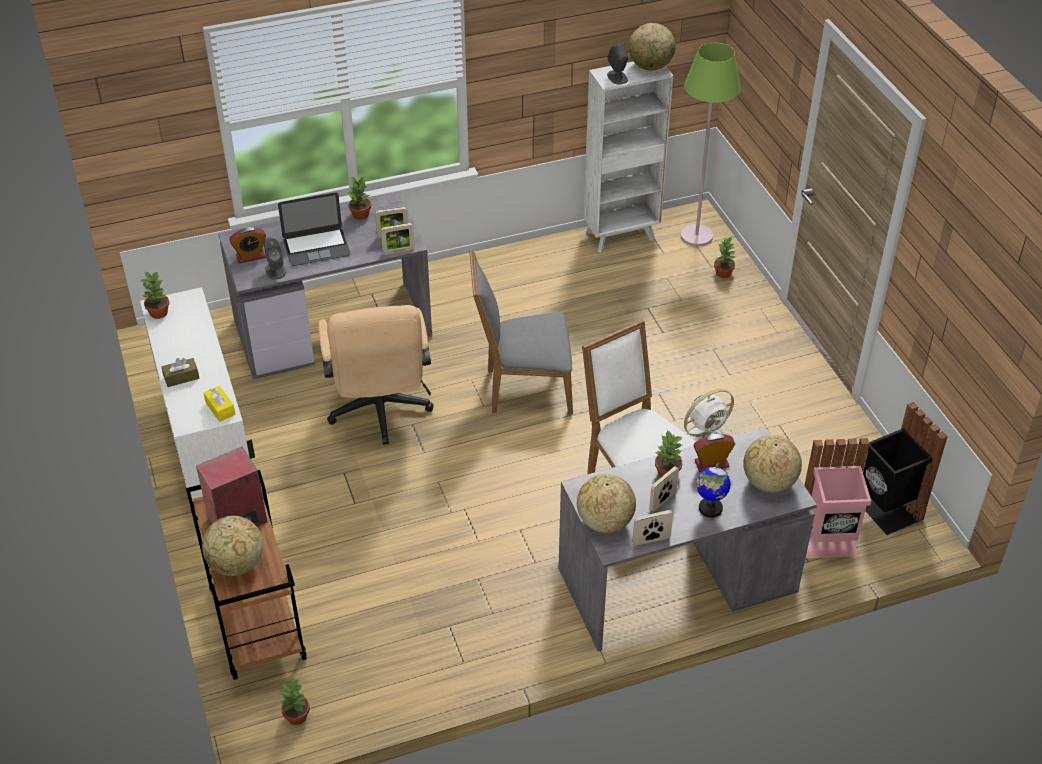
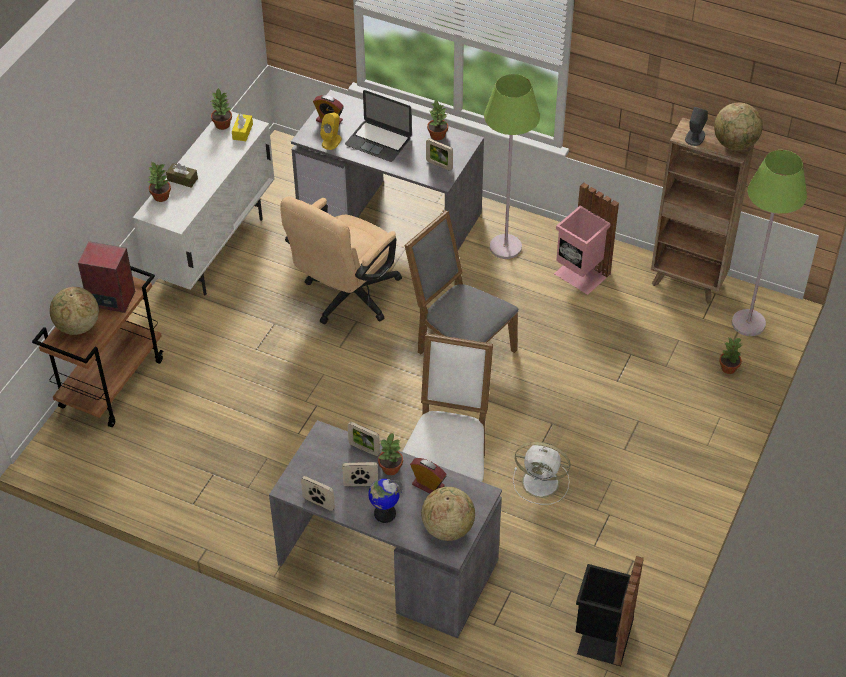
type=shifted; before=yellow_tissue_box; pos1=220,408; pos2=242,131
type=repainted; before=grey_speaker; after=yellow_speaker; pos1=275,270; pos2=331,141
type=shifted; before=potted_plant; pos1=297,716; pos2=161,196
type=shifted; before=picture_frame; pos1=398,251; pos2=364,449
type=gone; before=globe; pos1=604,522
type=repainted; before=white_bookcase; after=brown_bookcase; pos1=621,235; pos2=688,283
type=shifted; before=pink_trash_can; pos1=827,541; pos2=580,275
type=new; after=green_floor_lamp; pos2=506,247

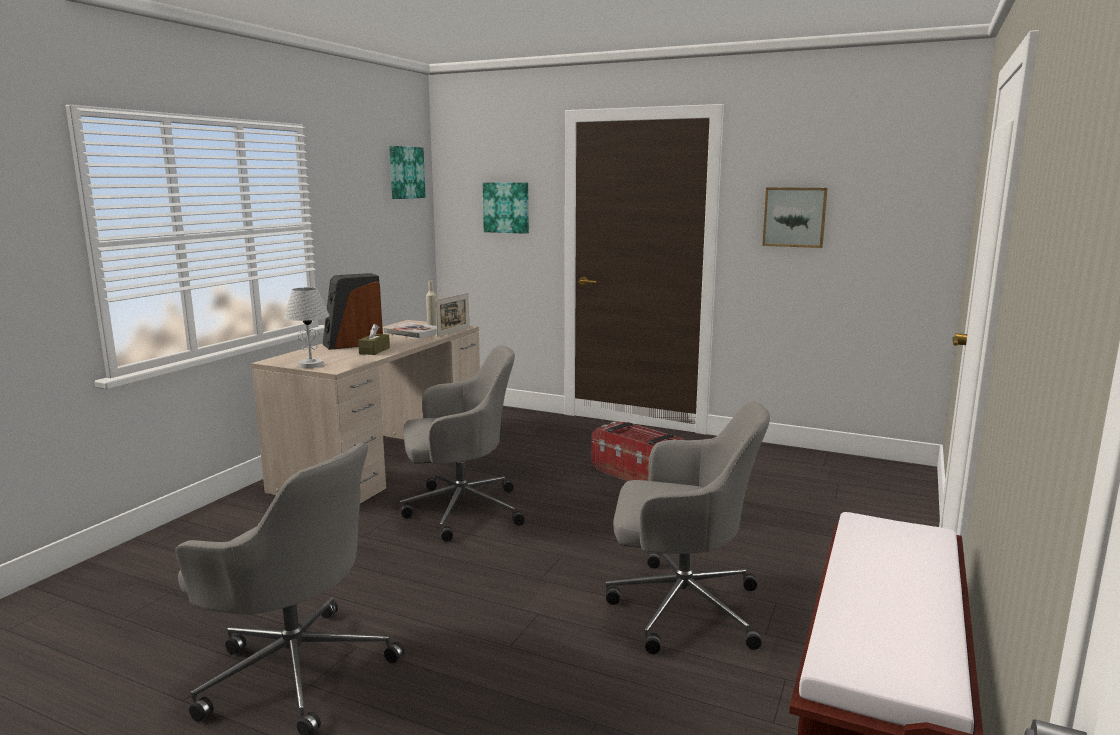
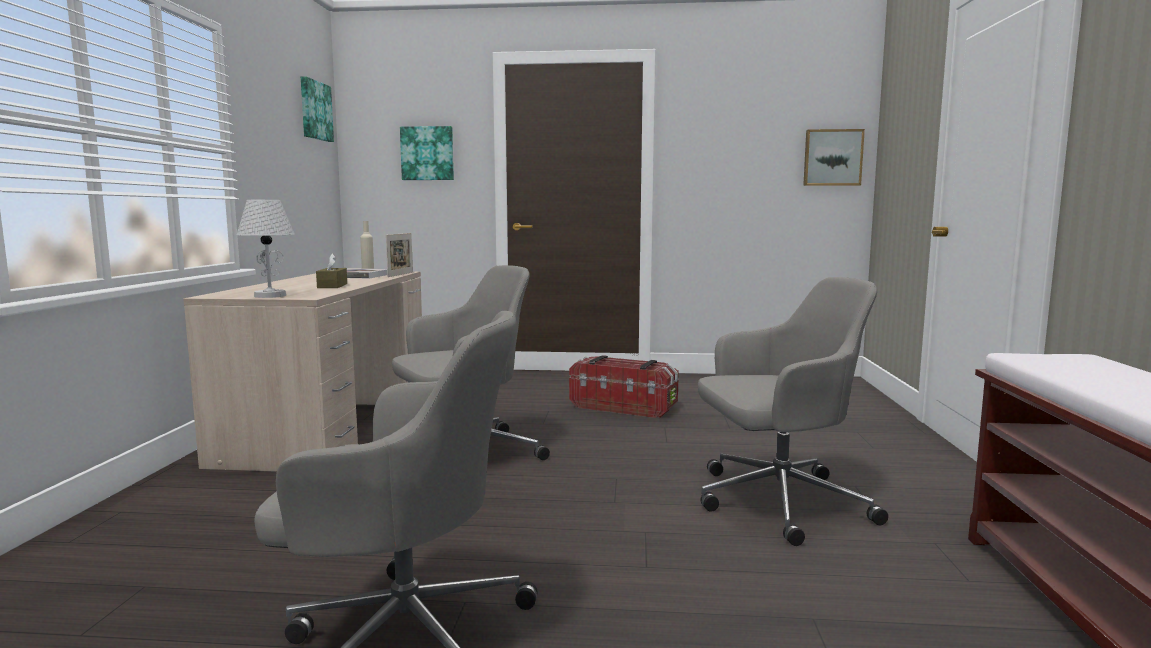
type=gone; before=speaker; pos1=353,344
type=shifted; before=picture; pos1=794,217; pos2=832,158

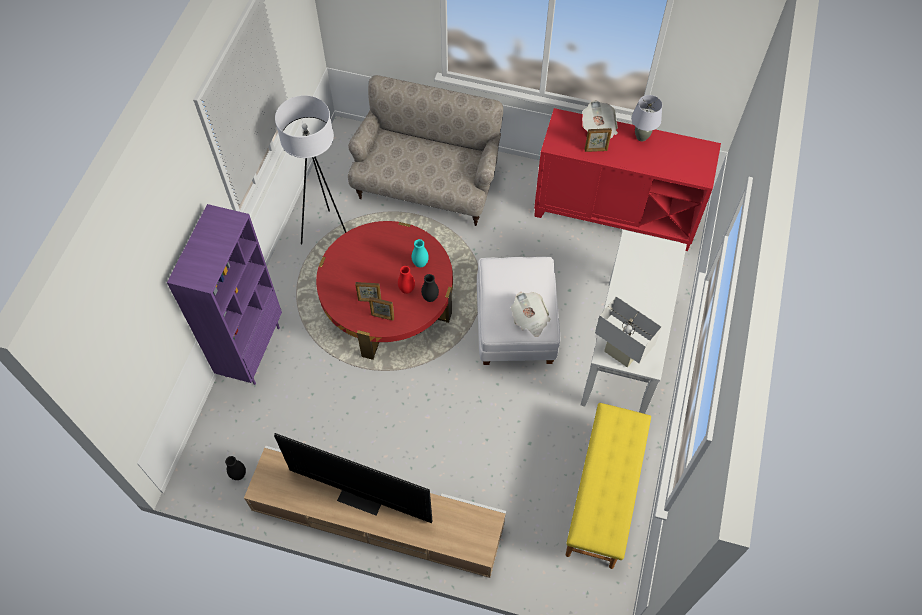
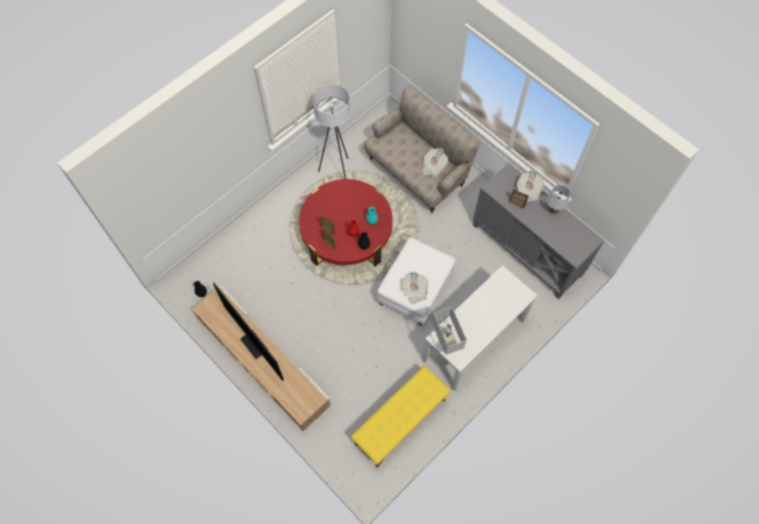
type=gone; before=purple_bookcase; pos1=252,351
type=repainted; before=red_cabinet; after=grey_cabinet; pos1=615,212; pos2=527,249
type=new; after=newspaper; pos2=433,166

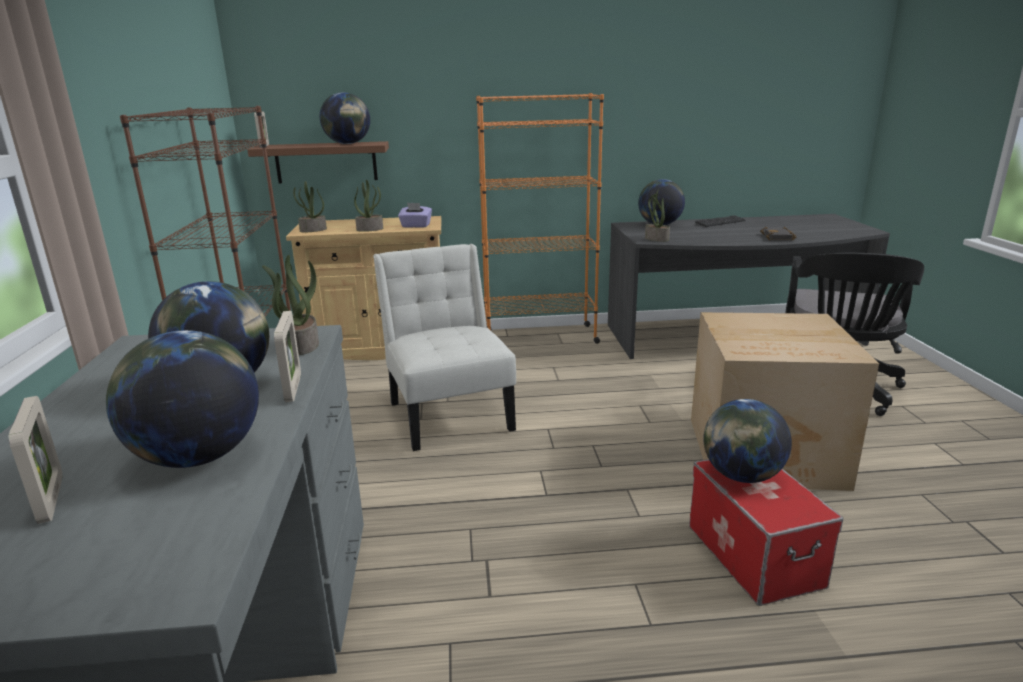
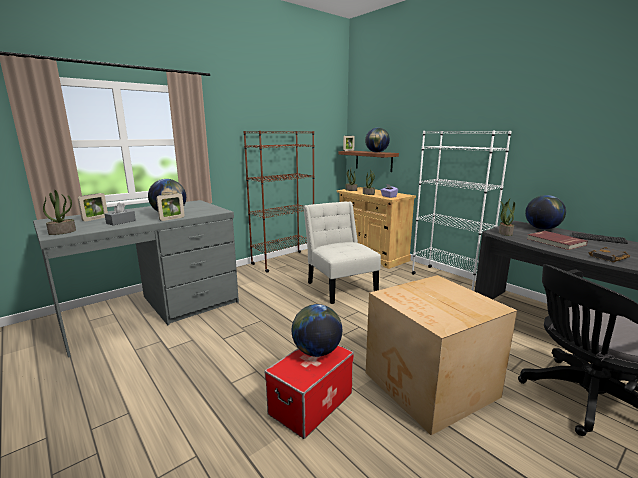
type=swapped; before=globe; after=grey_tissue_box; pos1=198,457; pos2=121,222
type=shifted; before=potted_plant; pos1=301,345; pos2=62,232
type=rotated; before=white_chair; pos1=449,413; pos2=340,286; turn=-60
type=repainted; before=orange_bookcase; after=white_bookcase; pos1=540,337; pos2=448,279
type=new; after=red_book; pos2=555,242

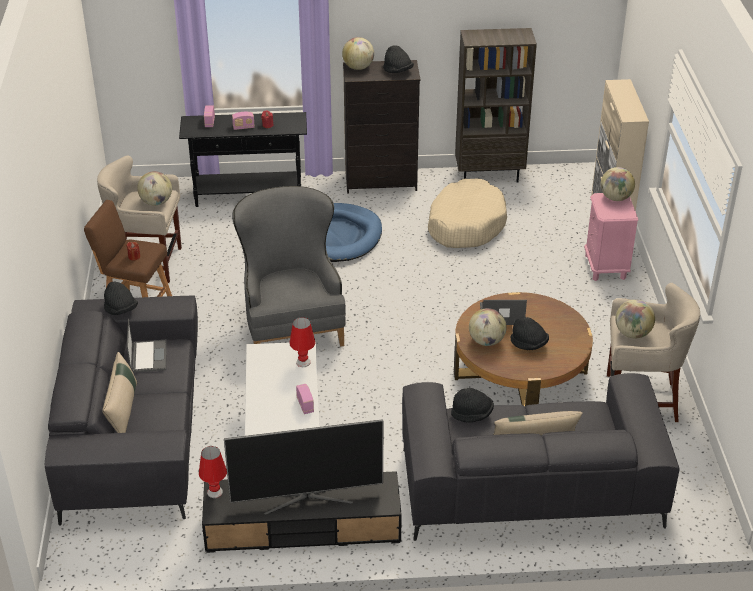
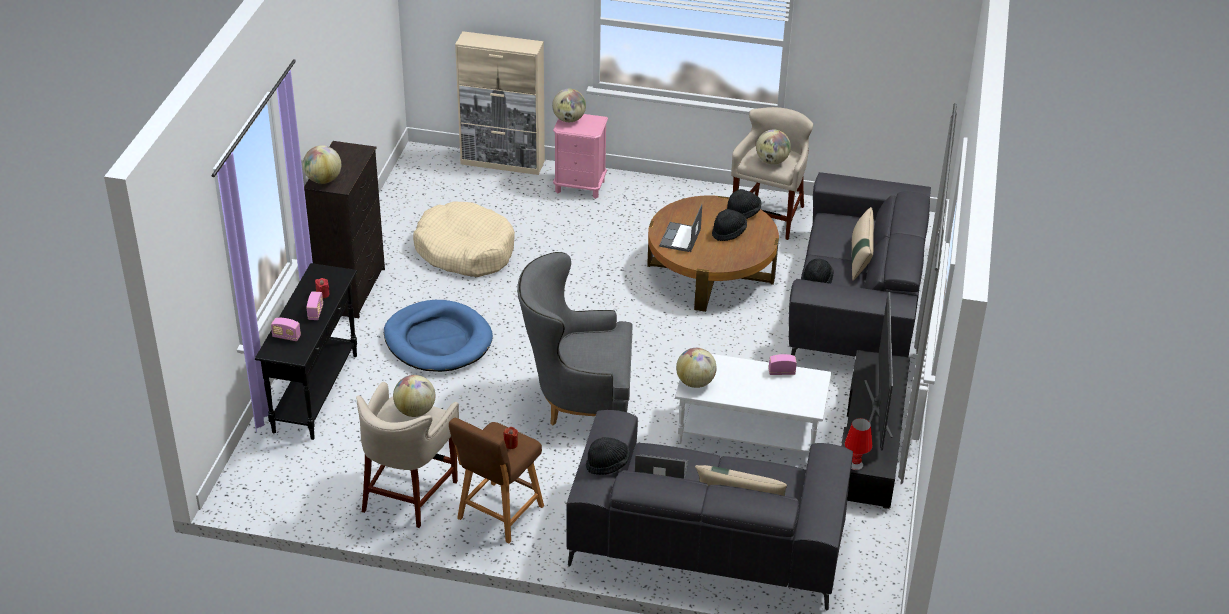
type=gone; before=red_table_lamp; pos1=303,362
type=shifted; before=black_hat; pos1=397,71; pos2=743,213
type=gone; before=brown_bookcase; pos1=489,175
type=shifted; before=globe; pos1=486,341; pos2=695,382

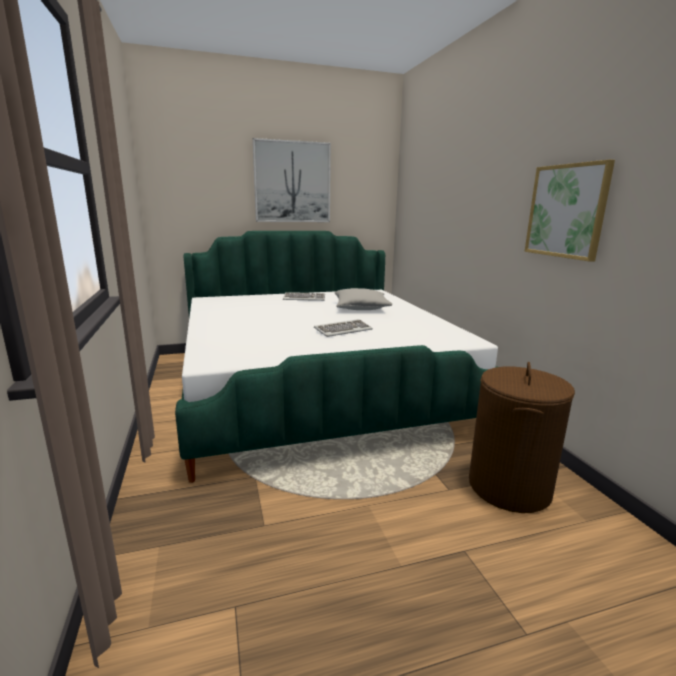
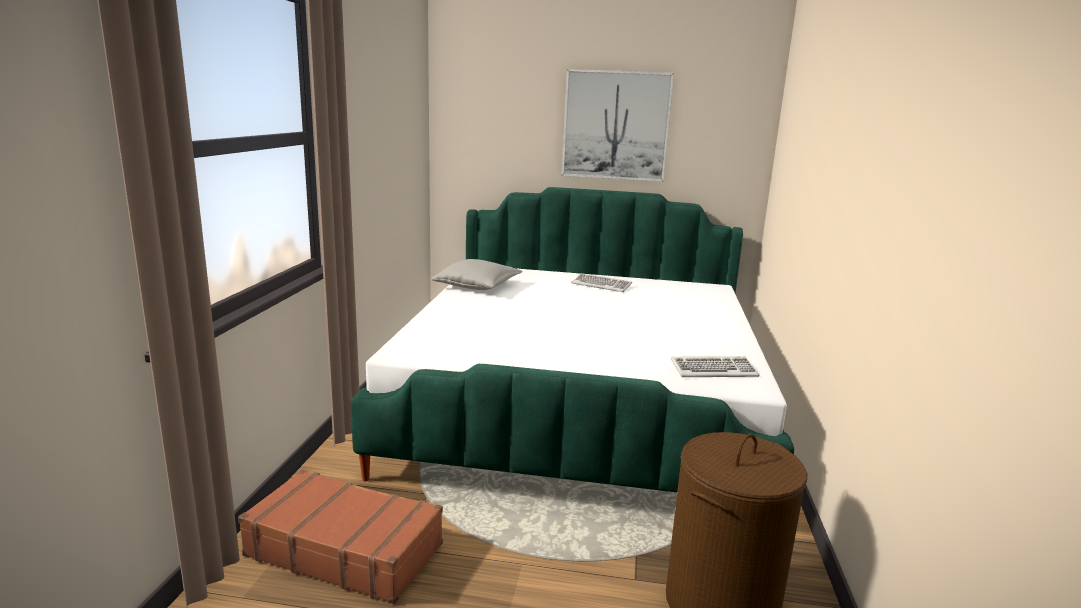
type=shifted; before=keyboard; pos1=343,330; pos2=713,370
type=shifted; before=grey_pillow; pos1=361,308; pos2=477,286
type=gone; before=picture; pos1=566,211
type=new; after=brown_suitcase; pos2=345,549

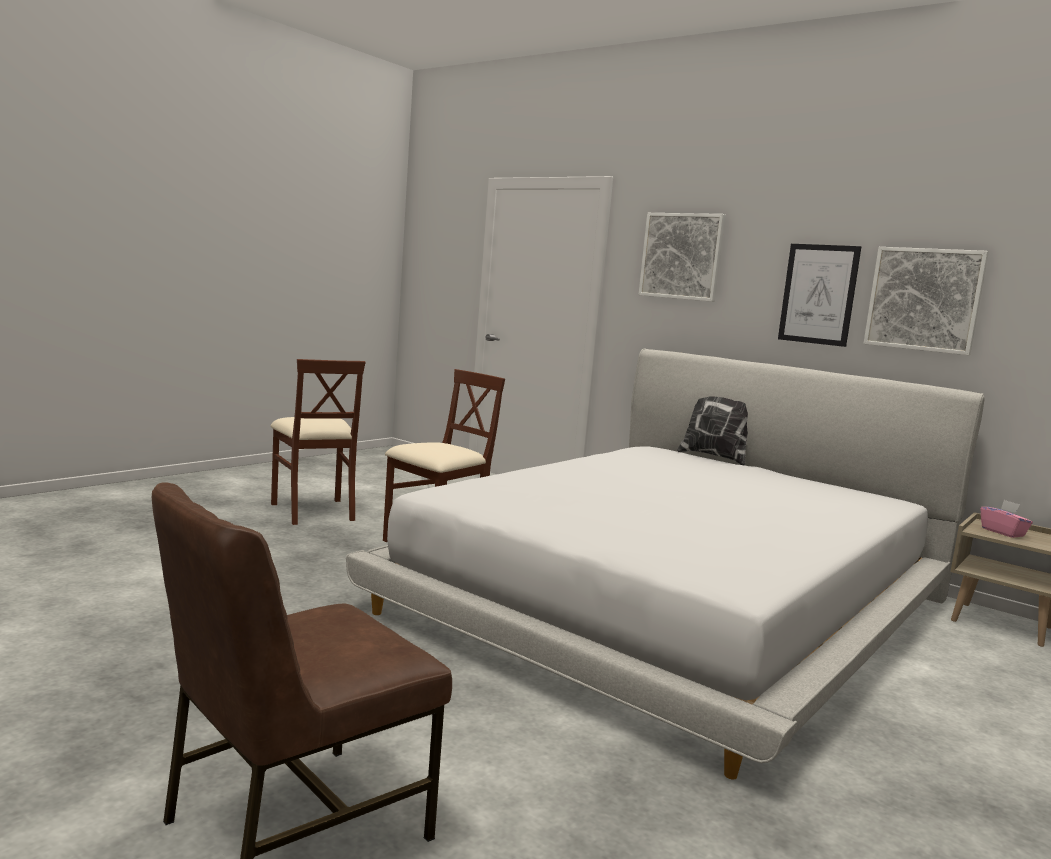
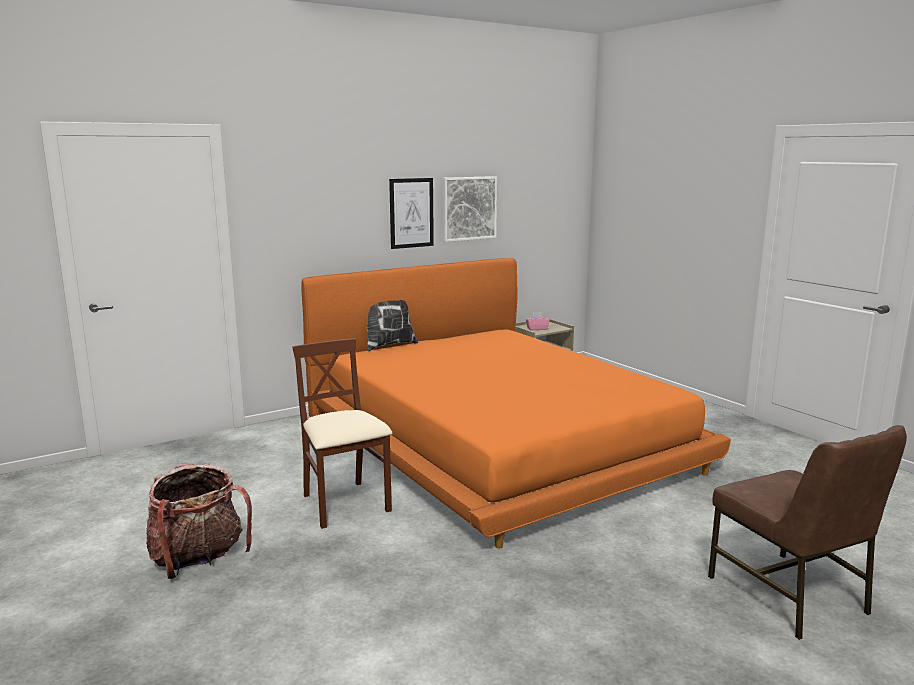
type=swapped; before=brown_chair; after=backpack; pos1=314,511; pos2=198,560
type=repainted; before=white_bed; after=orange_bed; pos1=675,602; pos2=495,441
type=gone; before=picture; pos1=681,256

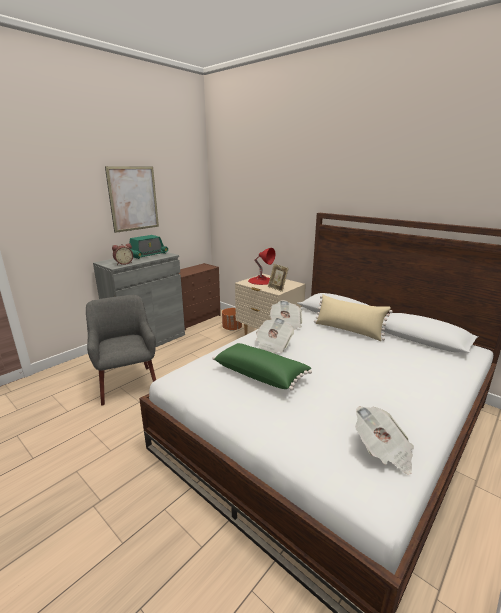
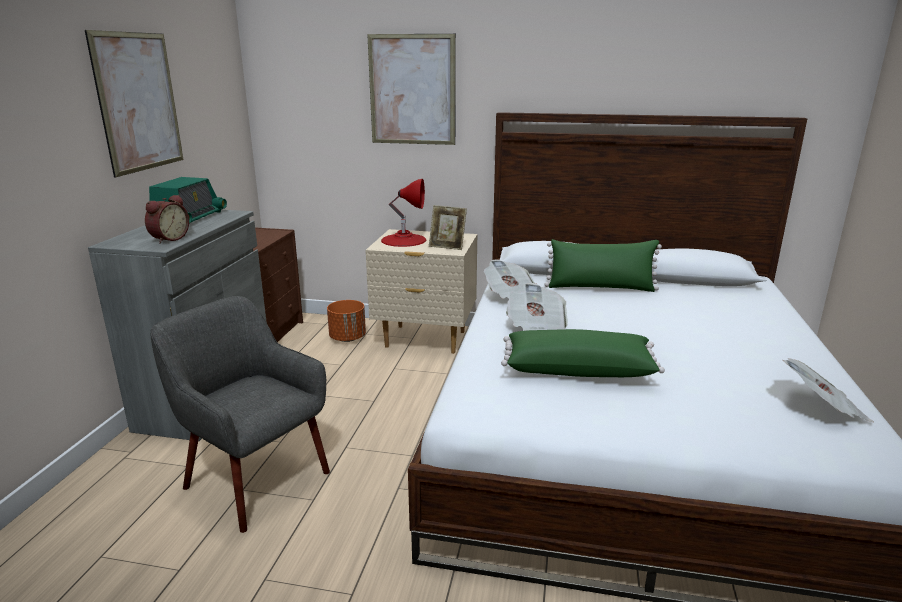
type=repainted; before=beige_pillow; after=green_pillow; pos1=348,330; pos2=600,287
type=new; after=picture; pos2=412,90

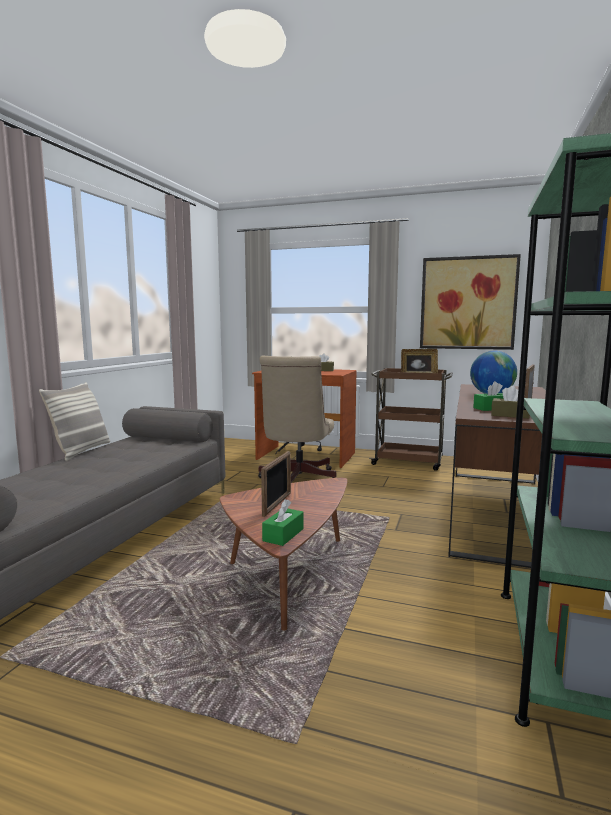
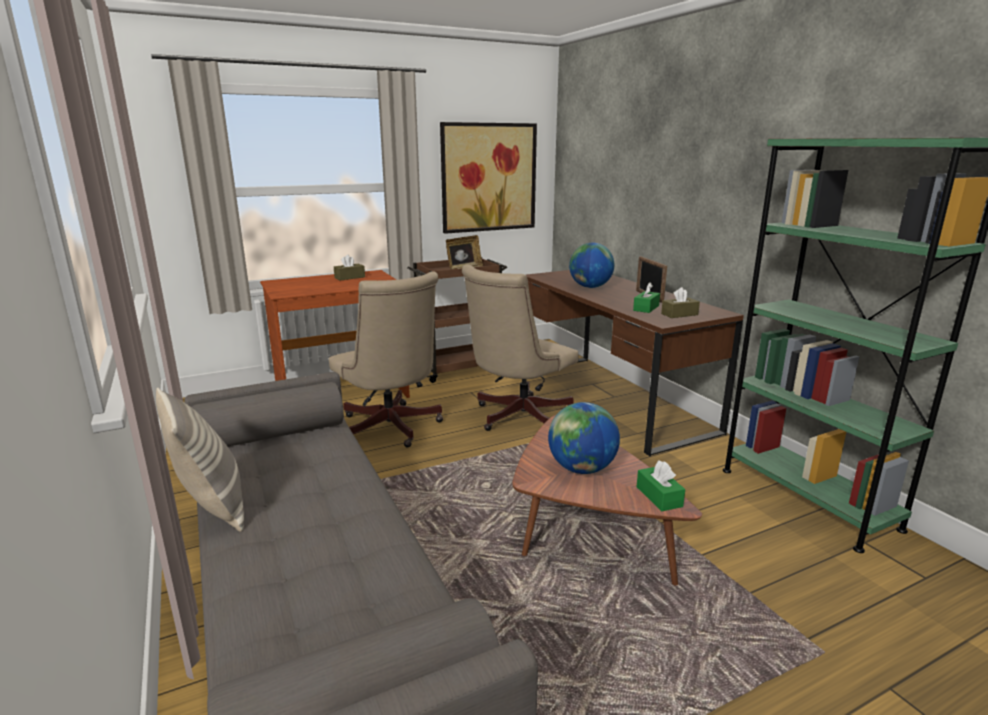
type=swapped; before=picture_frame; after=globe; pos1=277,504; pos2=581,469
type=new; after=beige_office_chair; pos2=517,417

